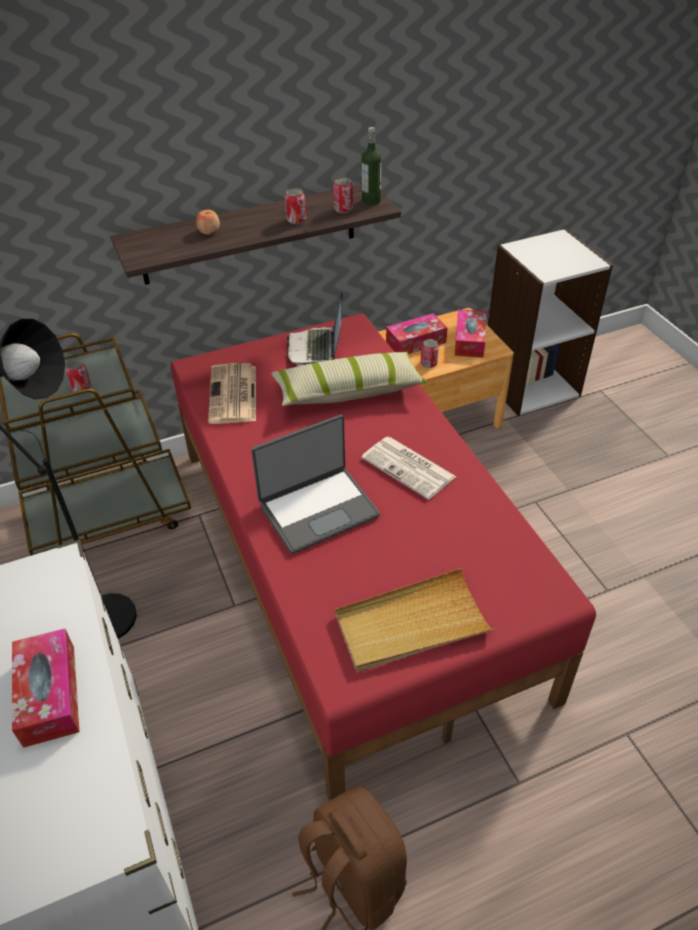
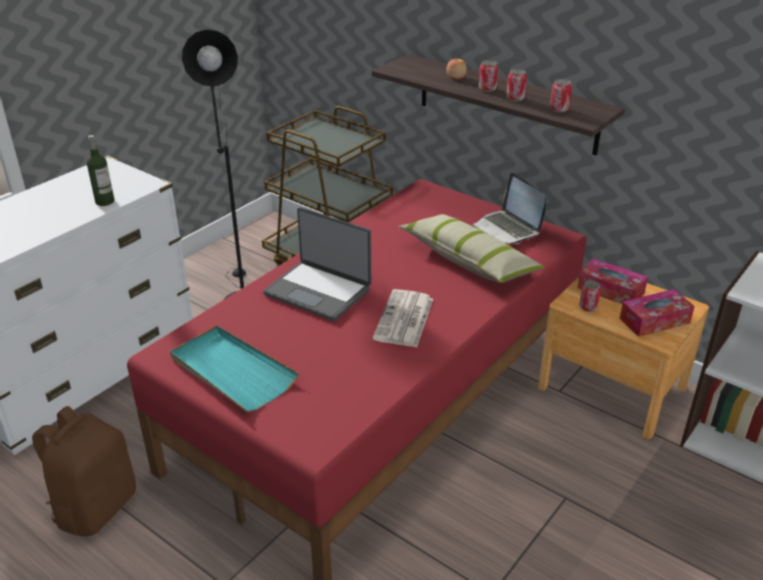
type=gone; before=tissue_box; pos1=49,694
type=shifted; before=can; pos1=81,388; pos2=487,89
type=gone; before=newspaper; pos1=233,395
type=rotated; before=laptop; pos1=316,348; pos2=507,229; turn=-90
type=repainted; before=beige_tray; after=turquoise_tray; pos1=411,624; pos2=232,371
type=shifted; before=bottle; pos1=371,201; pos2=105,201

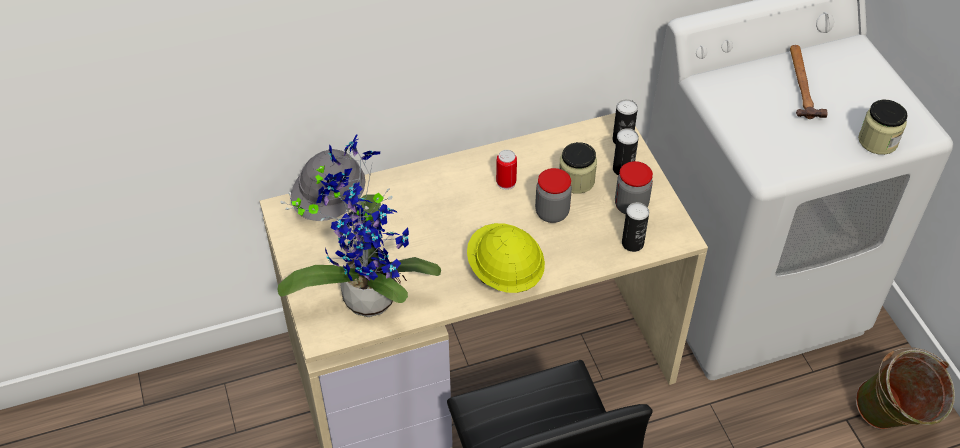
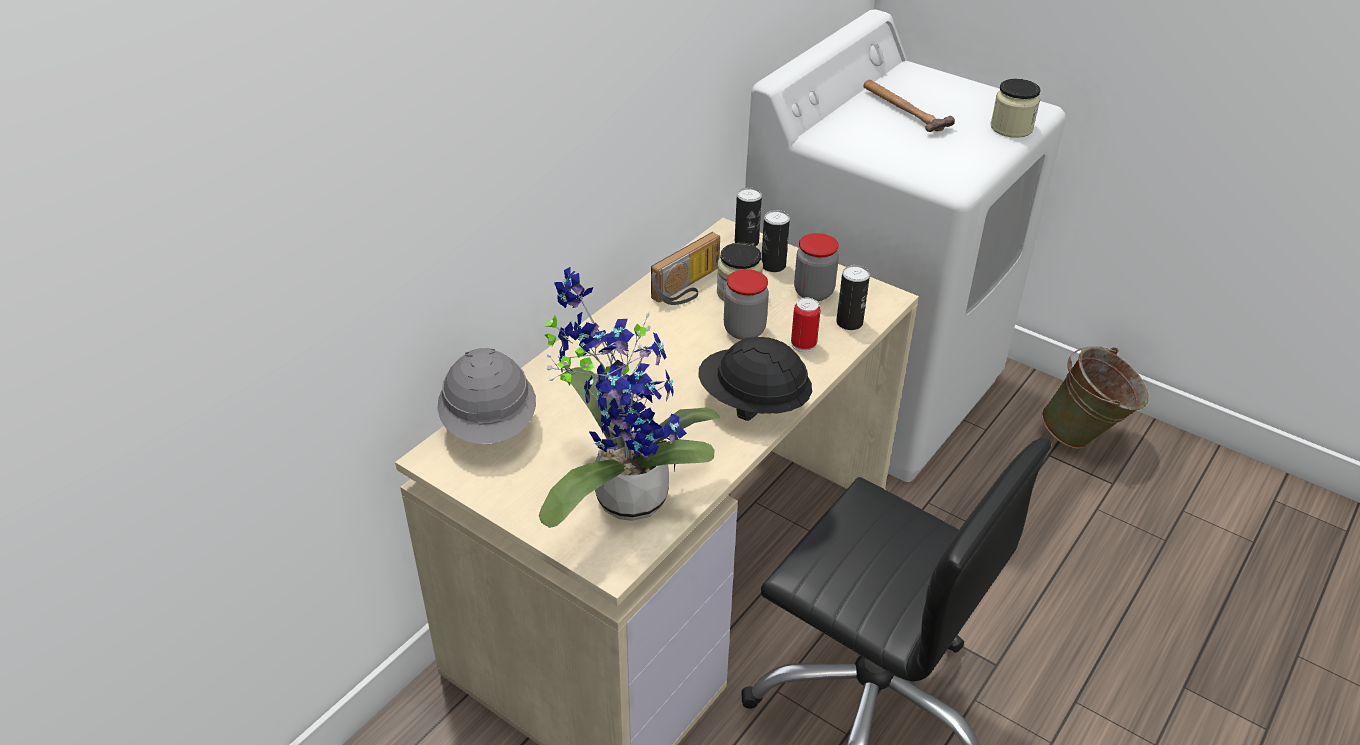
type=repainted; before=yellow_hard_hat; after=black_hard_hat; pos1=504,272; pos2=752,403
type=shifted; before=can; pos1=506,182; pos2=803,344
type=new; after=radio; pos2=689,288

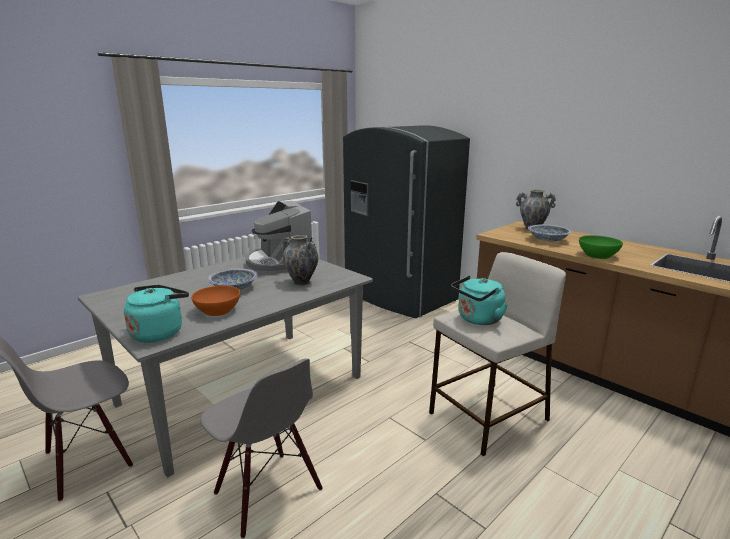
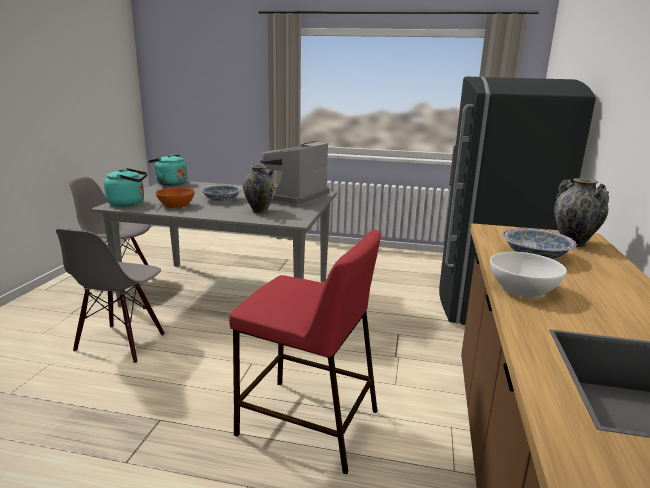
type=repainted; before=beige_stool; after=red_stool; pos1=487,417; pos2=306,422
type=shifted; before=turquoise_kettle; pos1=478,319; pos2=170,183
type=repainted; before=green_bowl; after=white_bowl; pos1=598,255; pos2=522,289

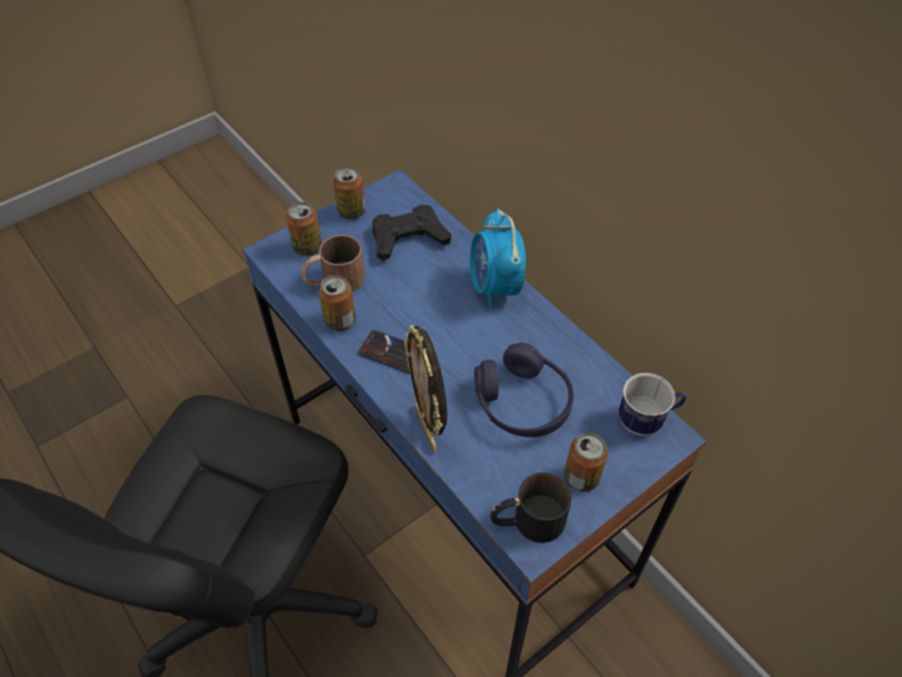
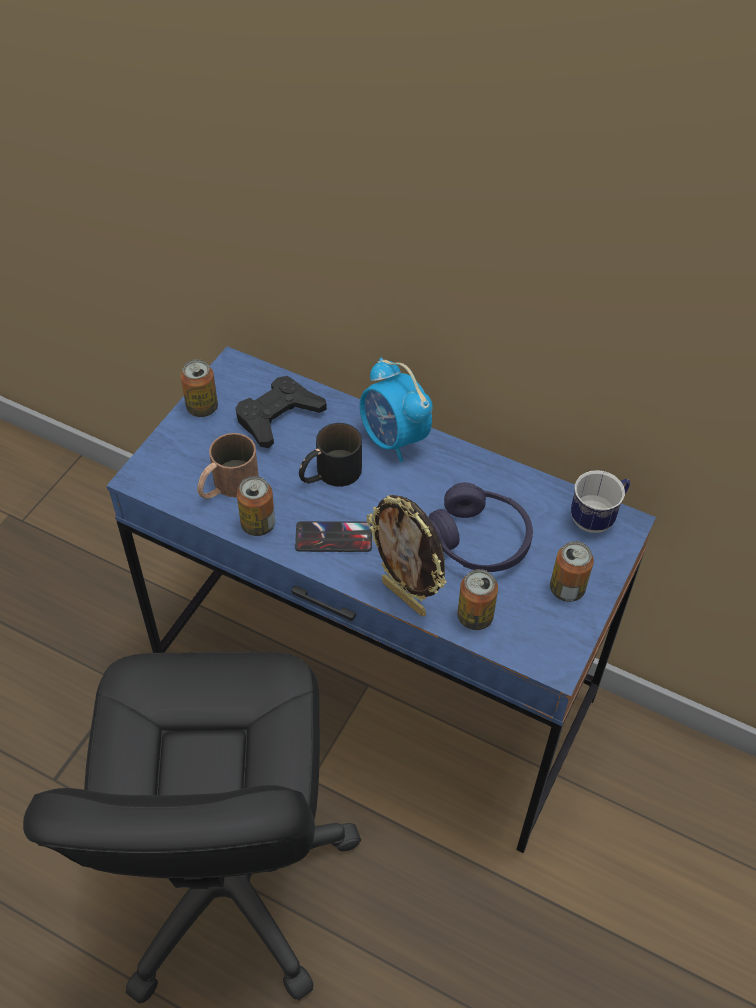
type=shifted; before=can; pos1=307,247; pos2=474,617
type=shifted; before=black_mug; pos1=527,521; pos2=329,474

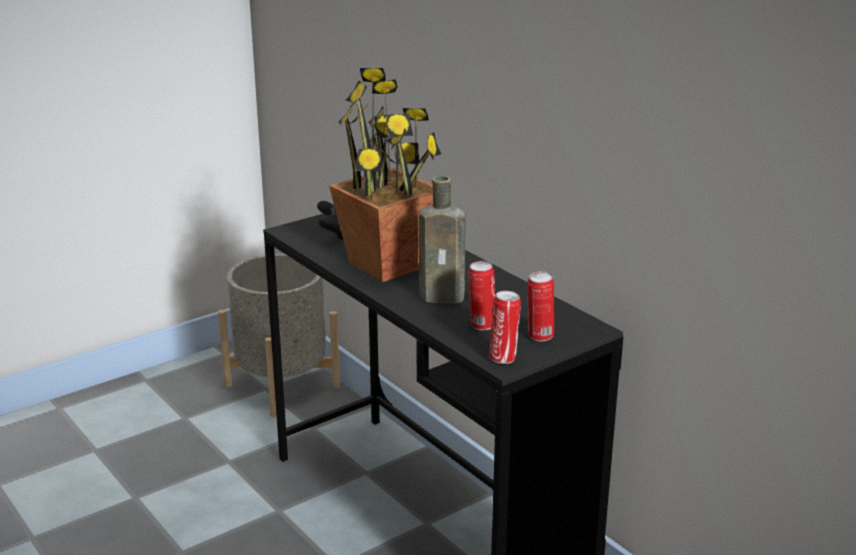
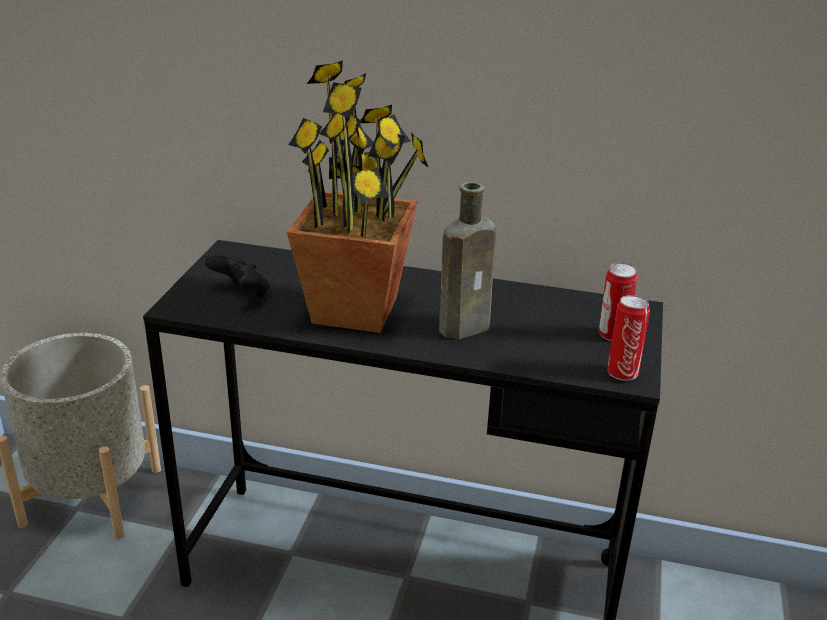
type=gone; before=can; pos1=481,325

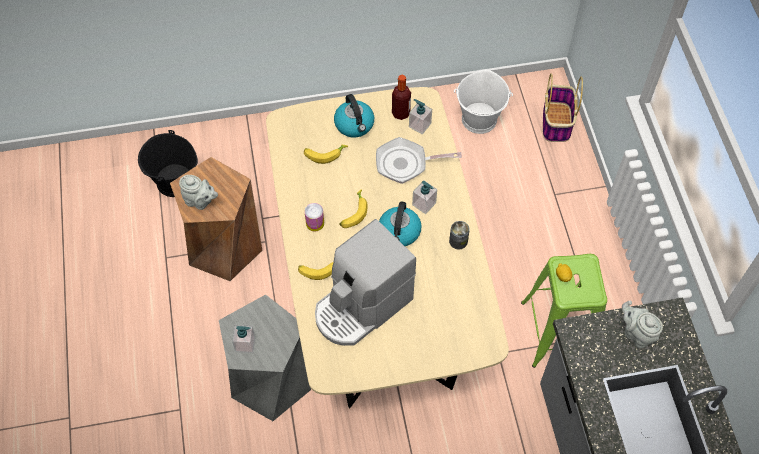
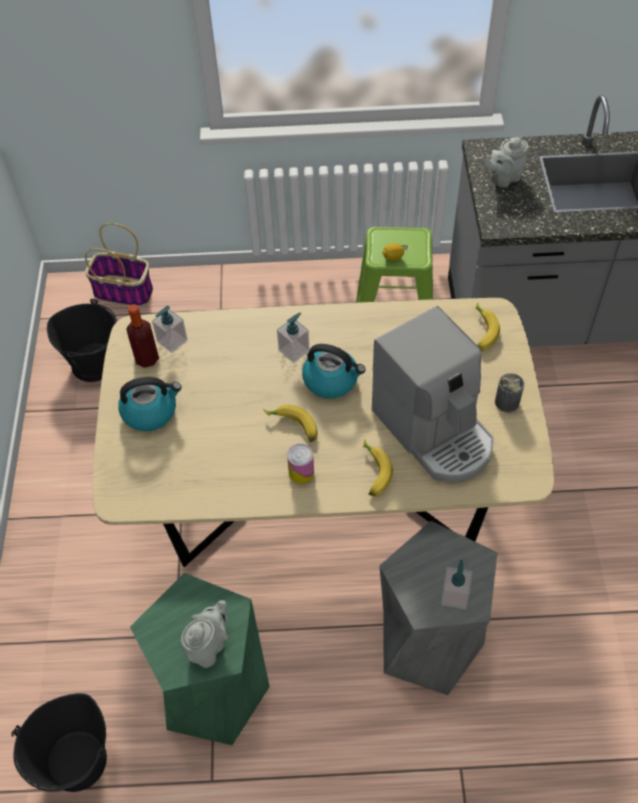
type=repainted; before=brown_stool; after=green_stool; pos1=224,248; pos2=213,691
type=shifted; before=banana; pos1=324,154; pos2=481,332
type=gone; before=frying_pan; pos1=406,163
type=shifted; before=can; pos1=458,241; pos2=507,402
type=repainted; before=white_bucket; after=black_bucket; pos1=479,119; pos2=94,363

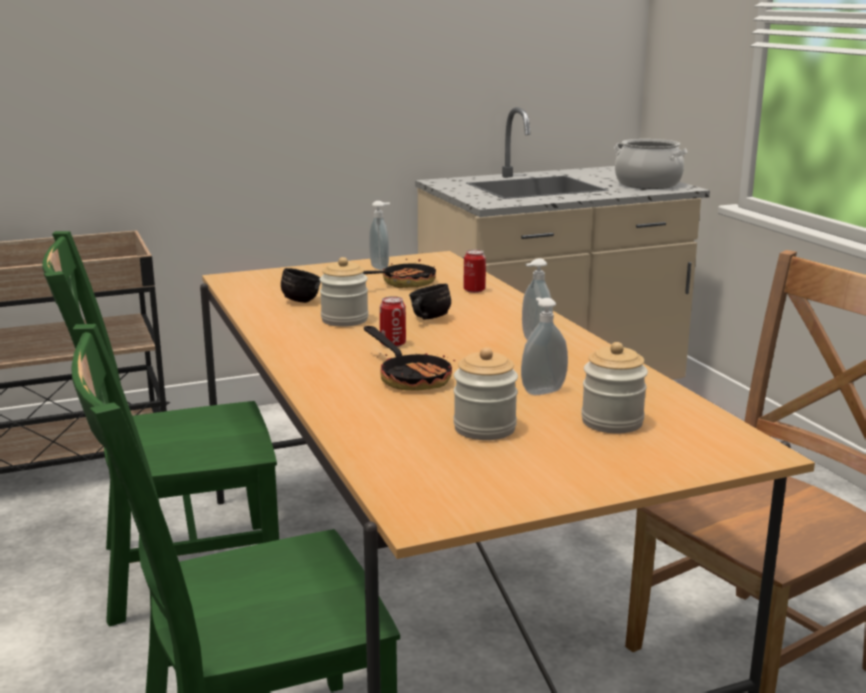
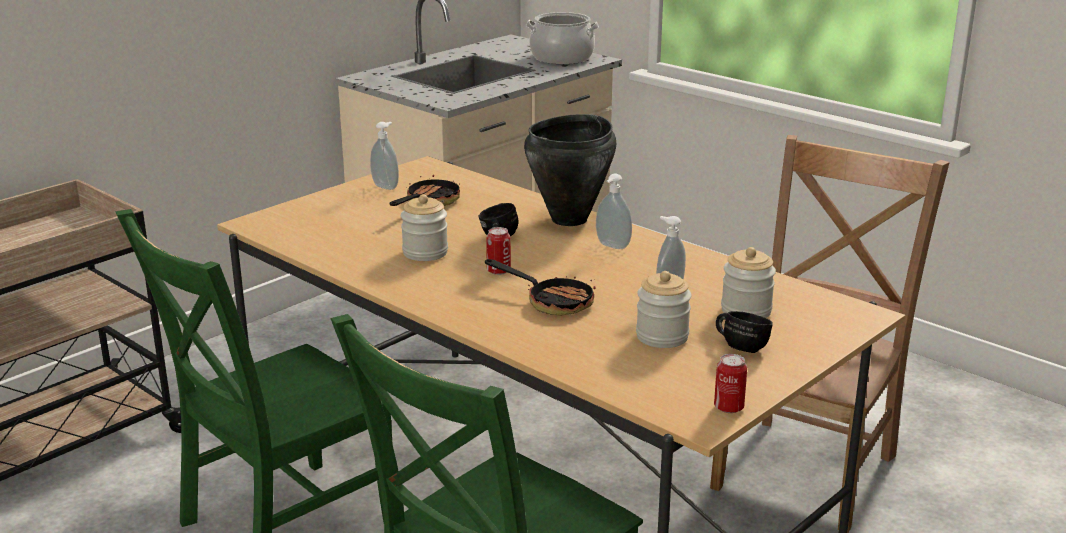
type=shifted; before=black_mug; pos1=301,300; pos2=741,346
type=shifted; before=can; pos1=474,290; pos2=728,407
type=new; after=black_cooking_pot; pos2=570,219

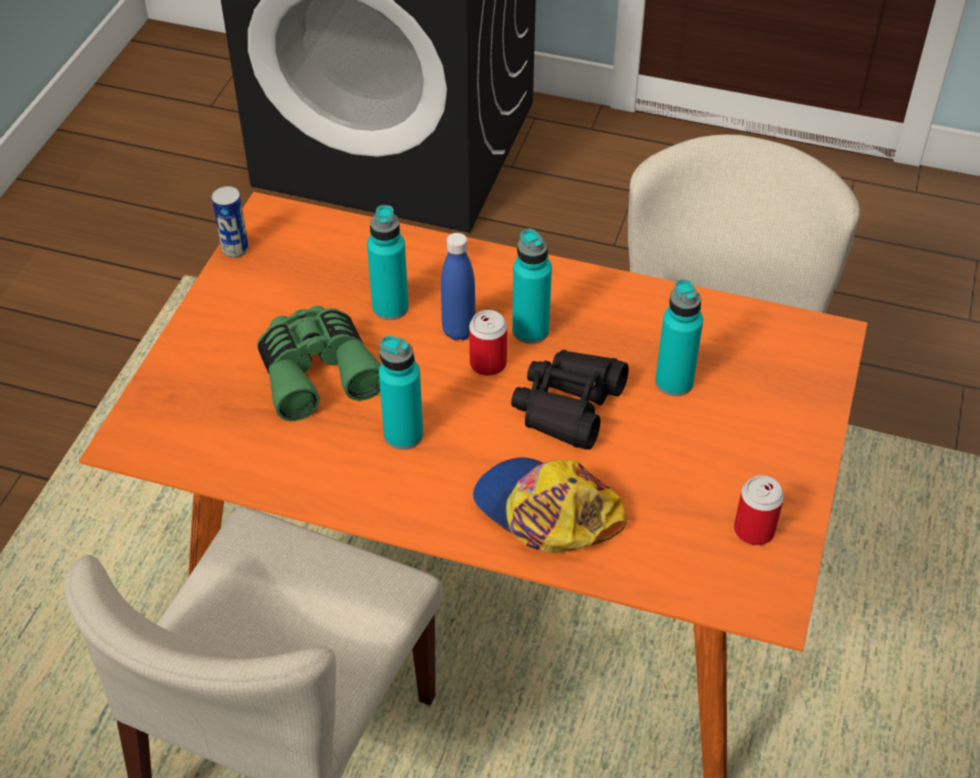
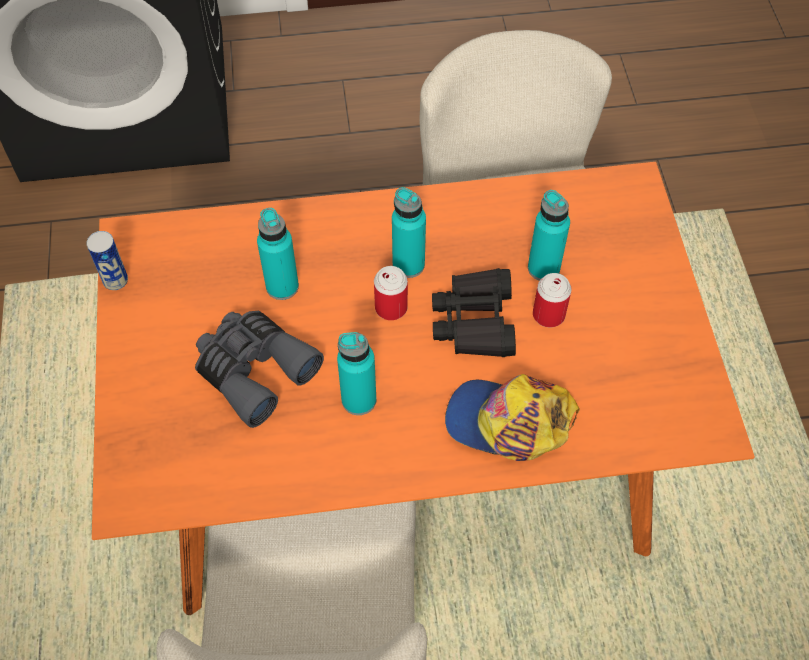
type=repainted; before=green_binoculars; after=grey_binoculars; pos1=317,371; pos2=254,370
type=gone; before=blue_bottle; pos1=458,331
type=shifted; before=can; pos1=754,530; pos2=548,315

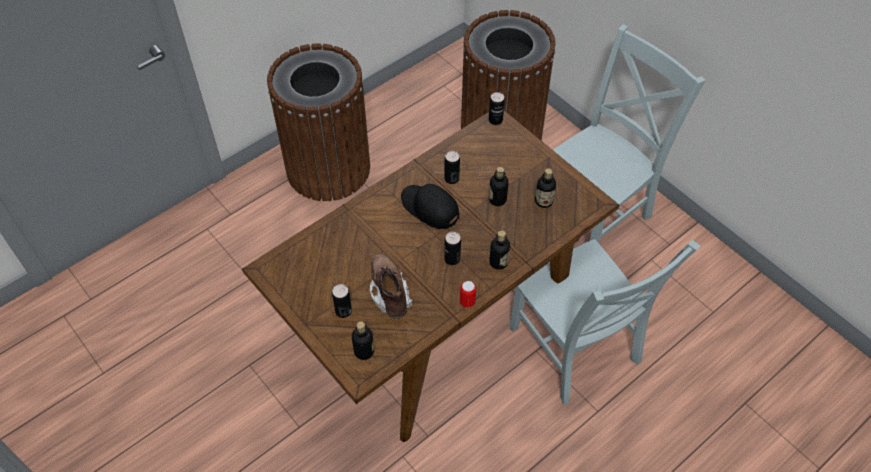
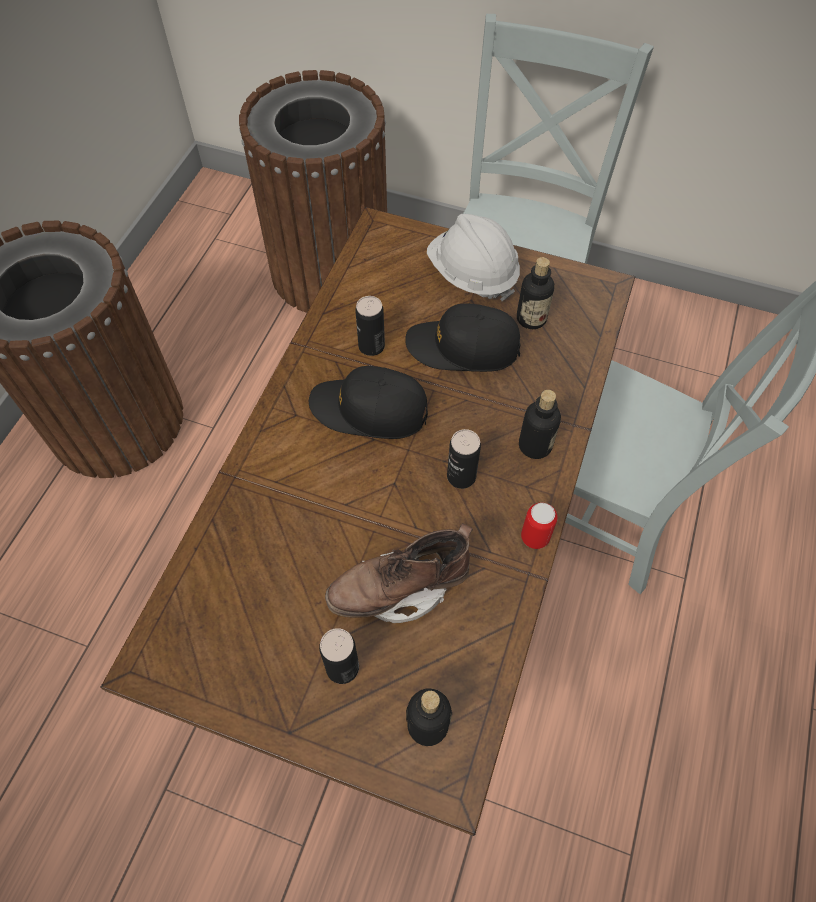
type=rotated; before=brown_boot; pos1=389,293; pos2=399,589; turn=-60
type=gone; before=can; pos1=495,120
type=swapped; before=bottle; after=black_cap; pos1=497,199; pos2=463,347
type=new; after=white_hard_hat; pos2=472,275

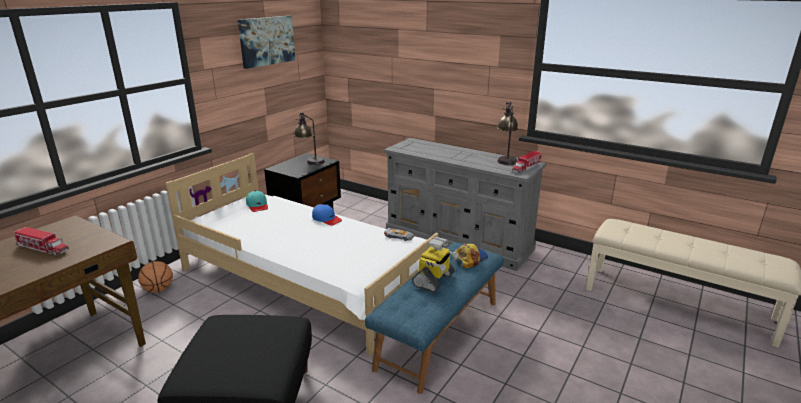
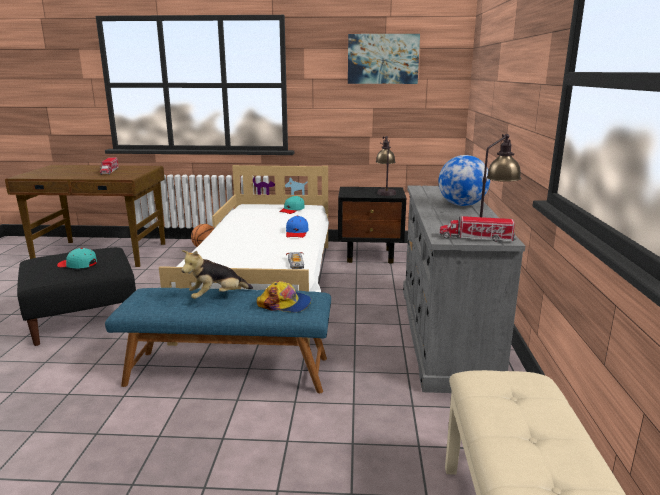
type=swapped; before=toy_robot; after=plush_toy; pos1=434,280; pos2=217,297
type=new; after=turquoise_cap; pos2=77,265
type=new; after=globe; pos2=461,205

